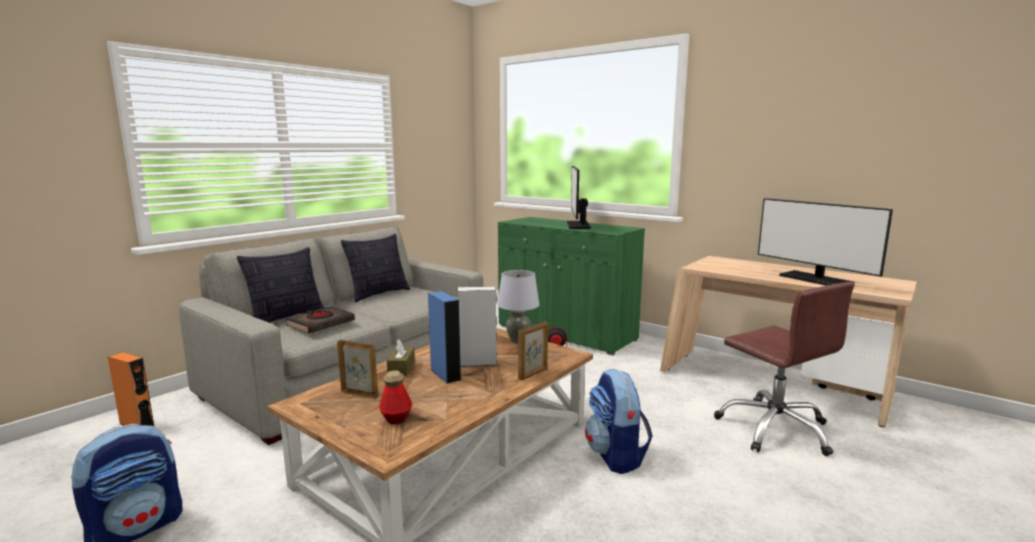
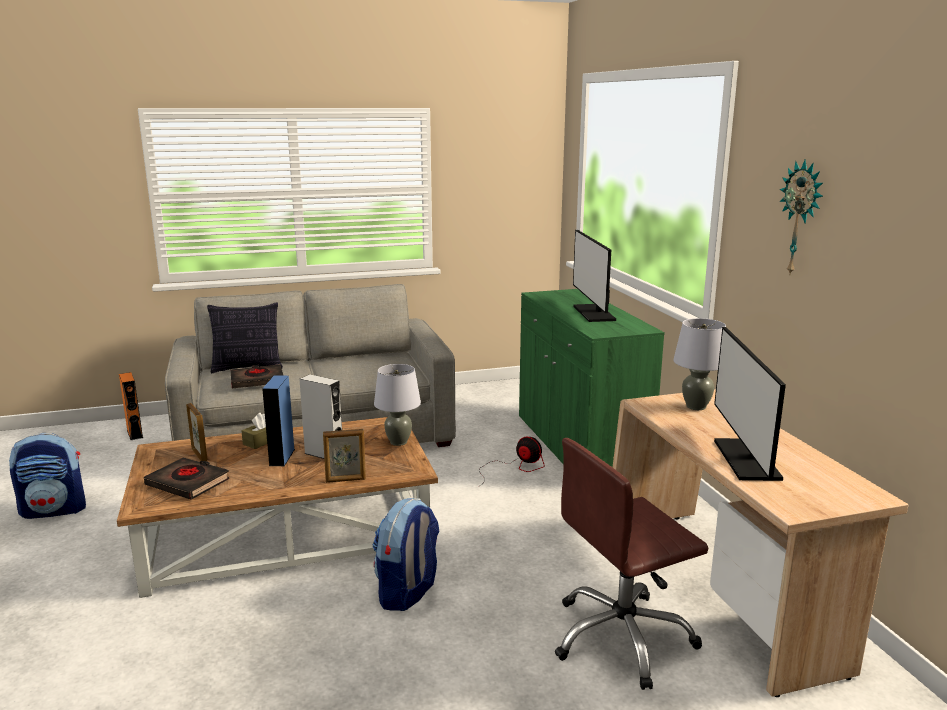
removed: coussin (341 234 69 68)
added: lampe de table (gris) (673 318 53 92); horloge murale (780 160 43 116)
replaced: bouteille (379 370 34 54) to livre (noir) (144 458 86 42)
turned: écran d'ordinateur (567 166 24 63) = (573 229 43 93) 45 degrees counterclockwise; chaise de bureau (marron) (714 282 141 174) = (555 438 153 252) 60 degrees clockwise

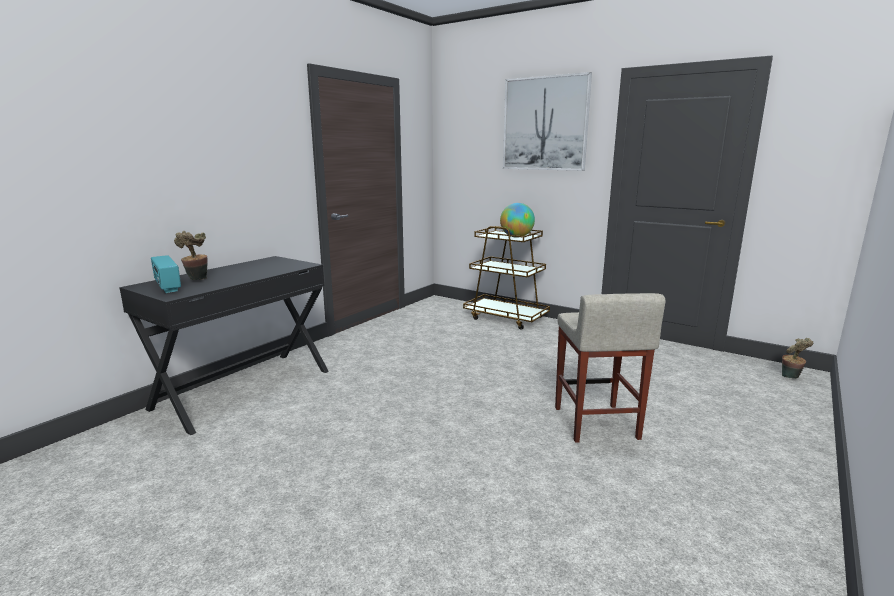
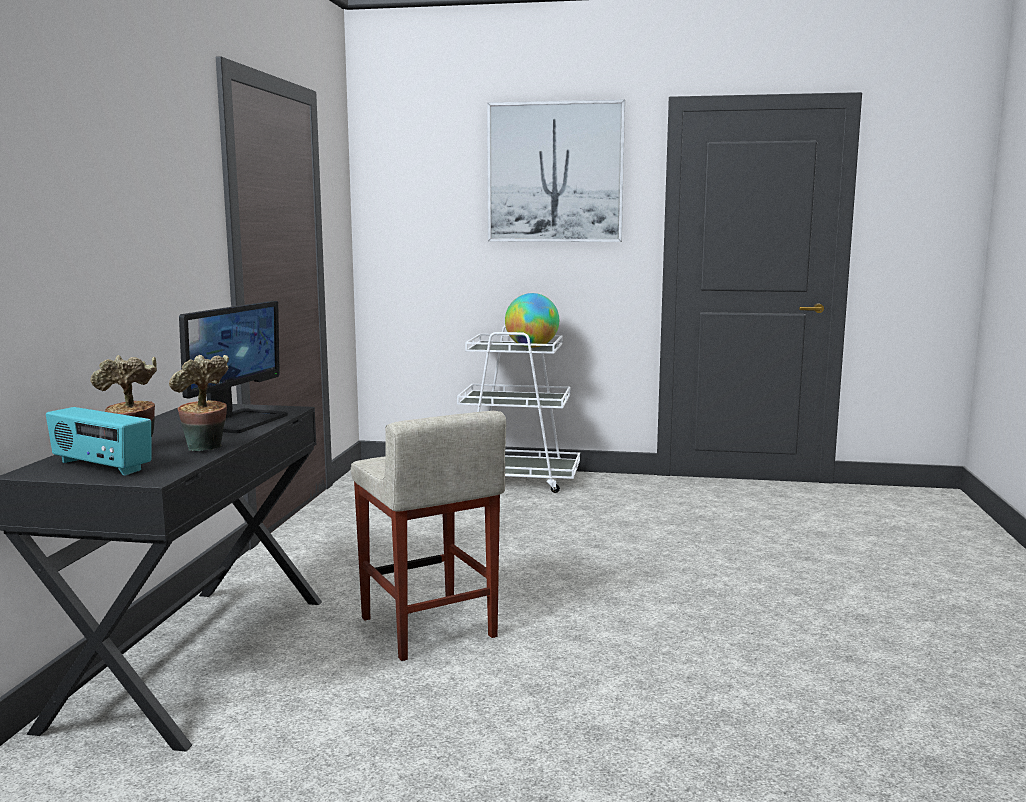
added: écran d'ordinateur (179 301 109 132)
moved: tabouret (beige) (555 293 111 150) to (351 411 155 250); plante en pot (782 338 31 40) to (169 355 60 96)
recoloured: chariot (marron) (463 226 87 104) to chariot (blanc) (457 325 123 168)

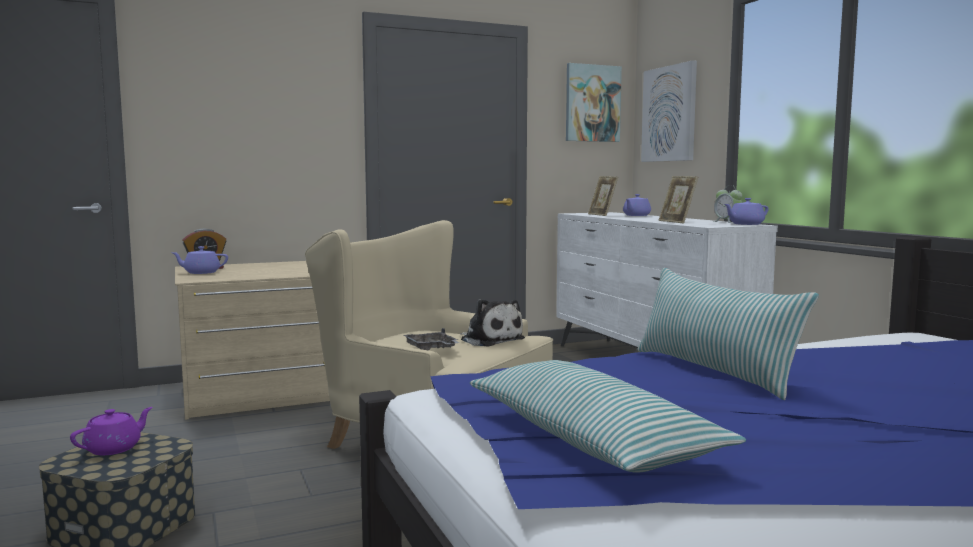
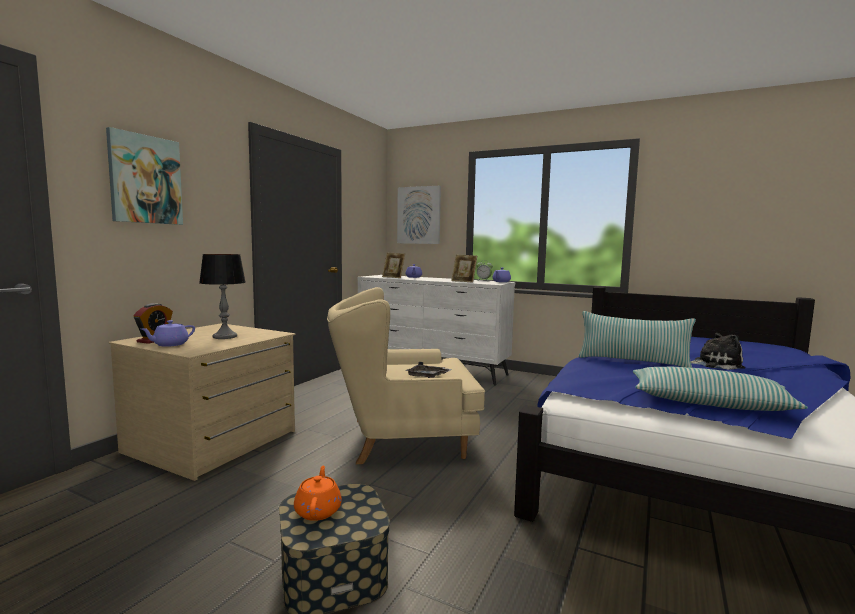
added: lampe de table (199 254 47 85)
moved: peluche (460 299 65 48) to (690 333 55 37); tableau (566 63 56 79) to (106 127 77 98)
recoloured: théière (violet) (70 407 83 48) to théière (orange) (294 465 48 56)

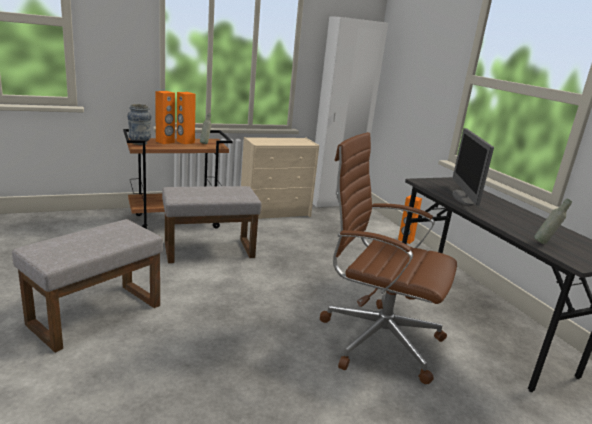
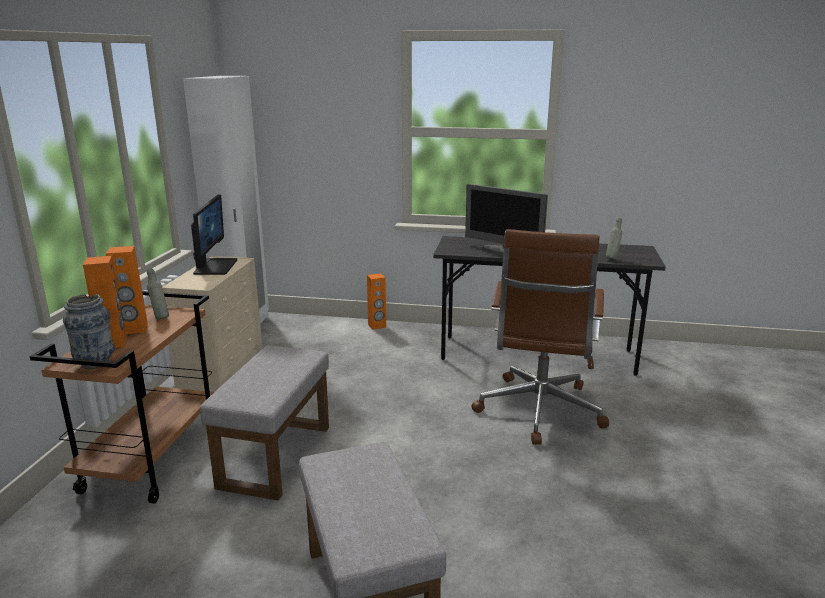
added: écran d'ordinateur (191 195 46 80)
turned: chaise de bureau (marron) (320 132 137 252) = (472 229 137 216) 45 degrees counterclockwise

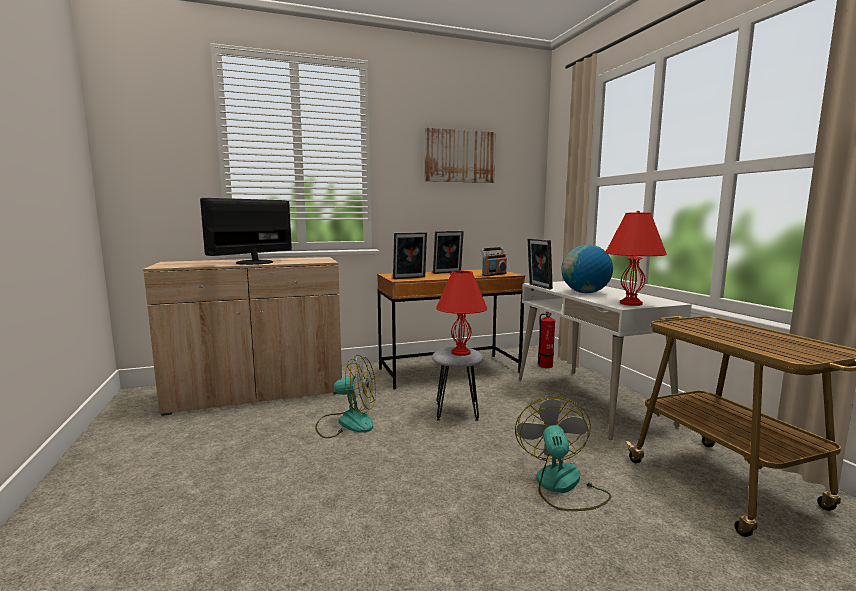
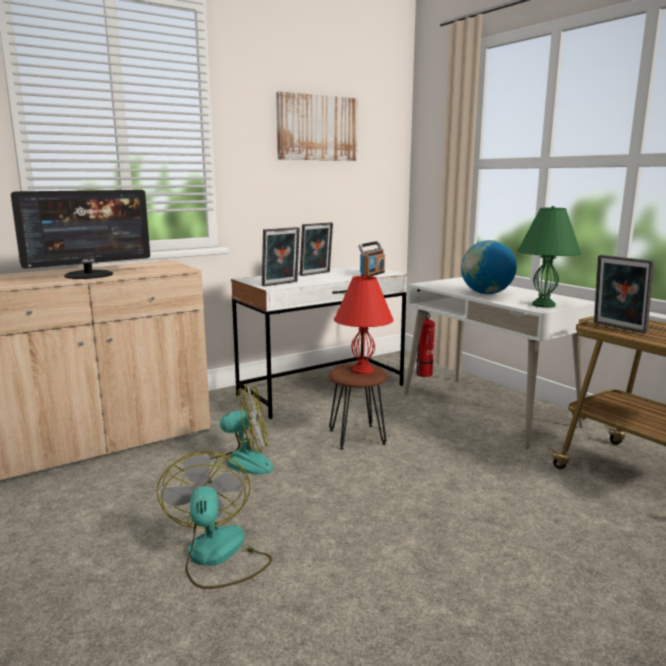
moved: ventilateur (515 397 97 114) to (157 451 115 138); cadre photo (528 238 25 51) to (594 255 60 78)
recoloured: bureau (marron) (377 269 148 121) to bureau (blanc) (231 266 176 153); tabouret (gris) (432 347 51 74) to tabouret (marron) (328 363 59 87); lampe de table (rouge) (605 211 62 95) to lampe de table (vert) (517 206 64 102)
turned: écran d'ordinateur (200 198 92 67) = (11 190 139 89) 150 degrees counterclockwise

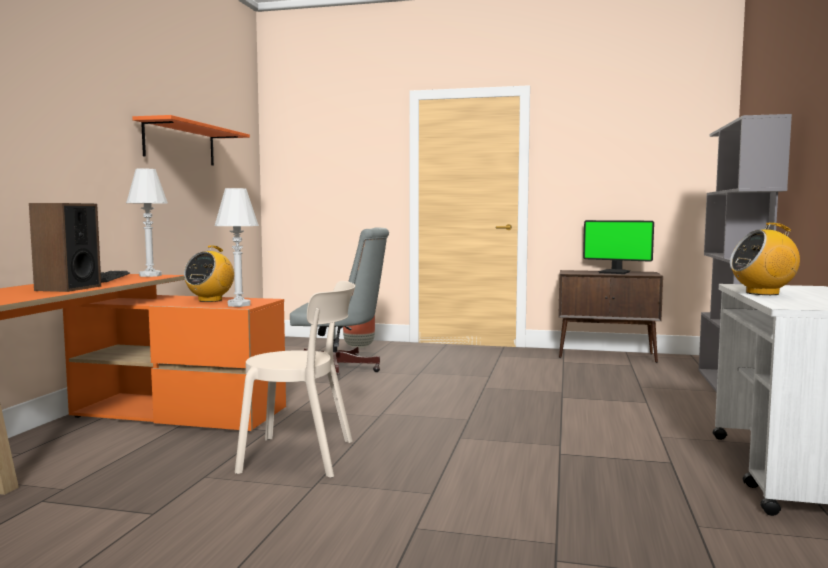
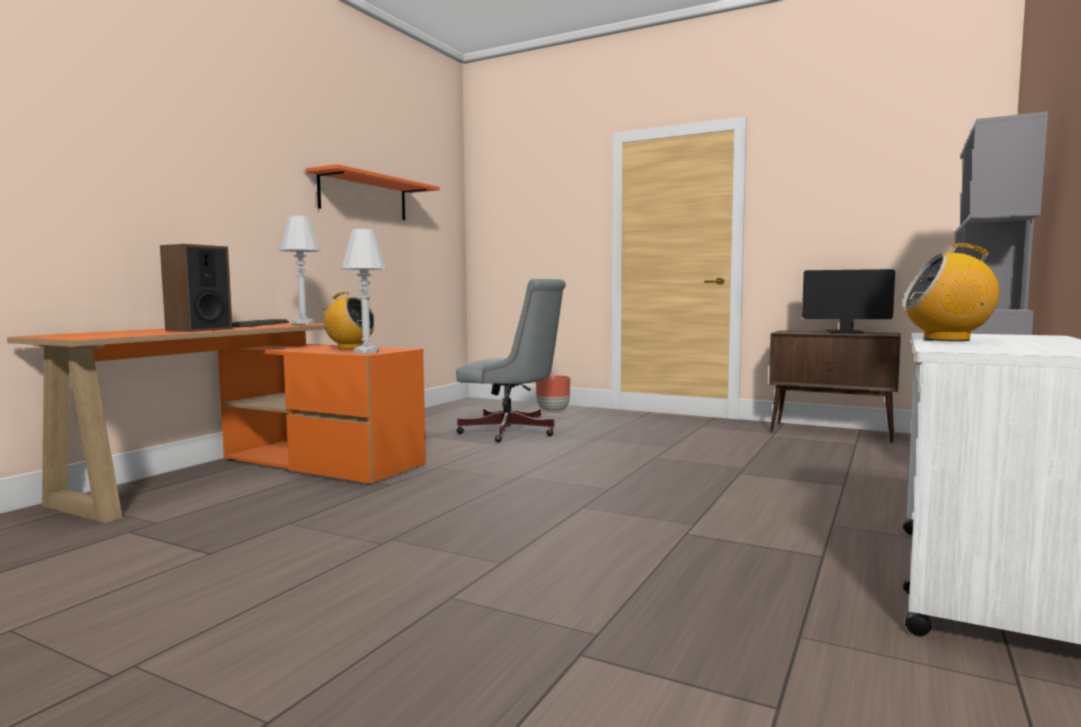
removed: chaise (beige) (235 281 120 197)
turned: radio (184 246 50 56) = (319 292 56 58) 105 degrees counterclockwise; écran d'ordinateur (583 220 71 54) = (802 269 93 65) 150 degrees clockwise

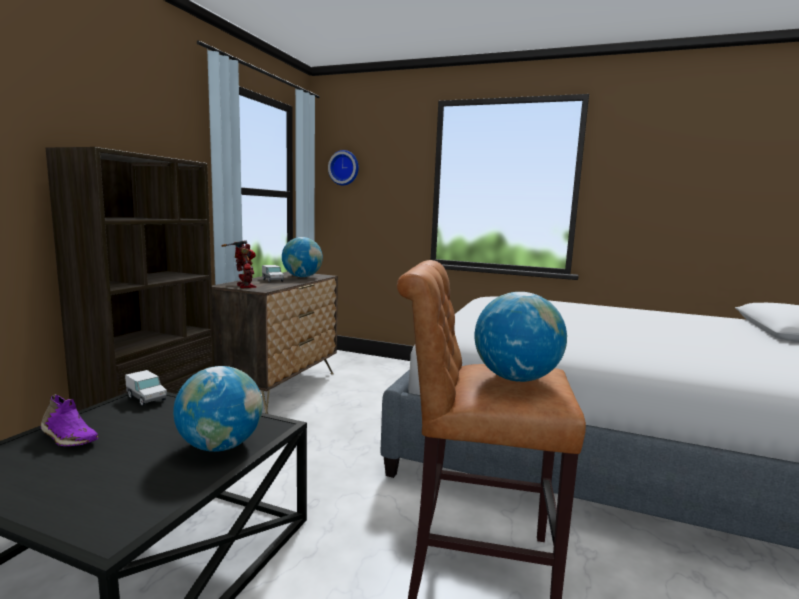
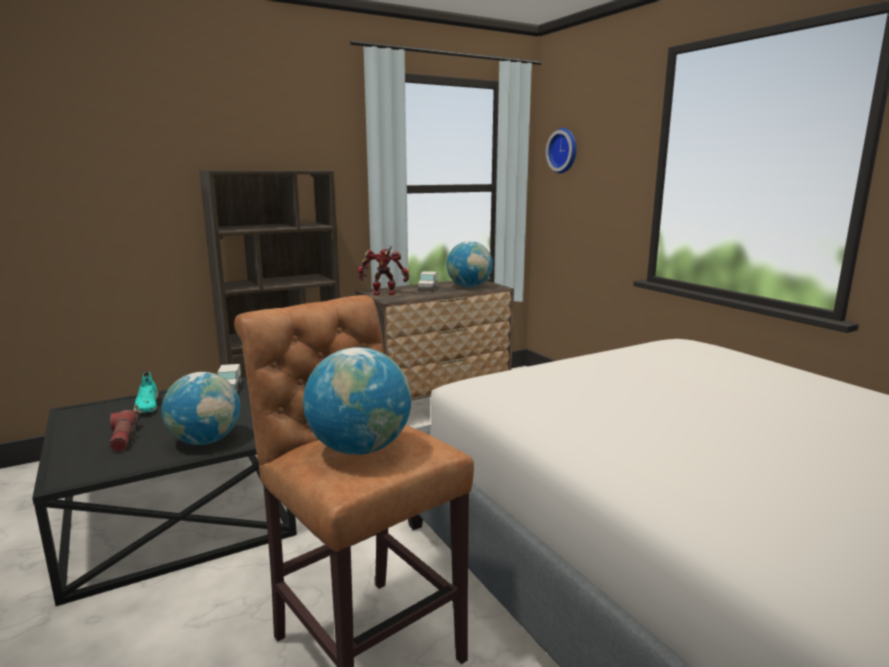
added: lampe de poche (110 409 30 43)
recoloured: chaussure (violet) (40 394 58 52) to chaussure (turquoise) (133 371 26 42)
turned: robot jouet (222 240 34 48) = (357 245 52 50) 105 degrees counterclockwise

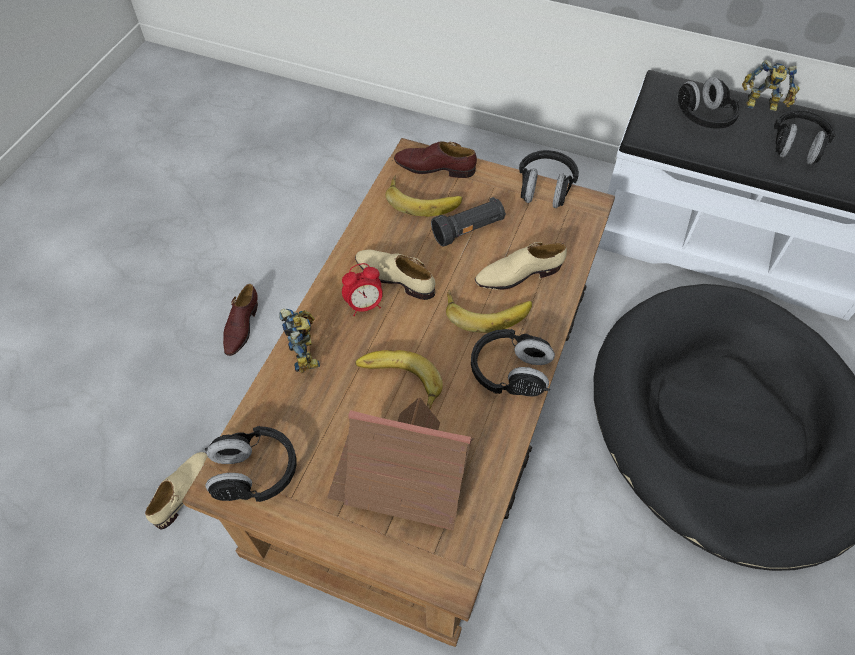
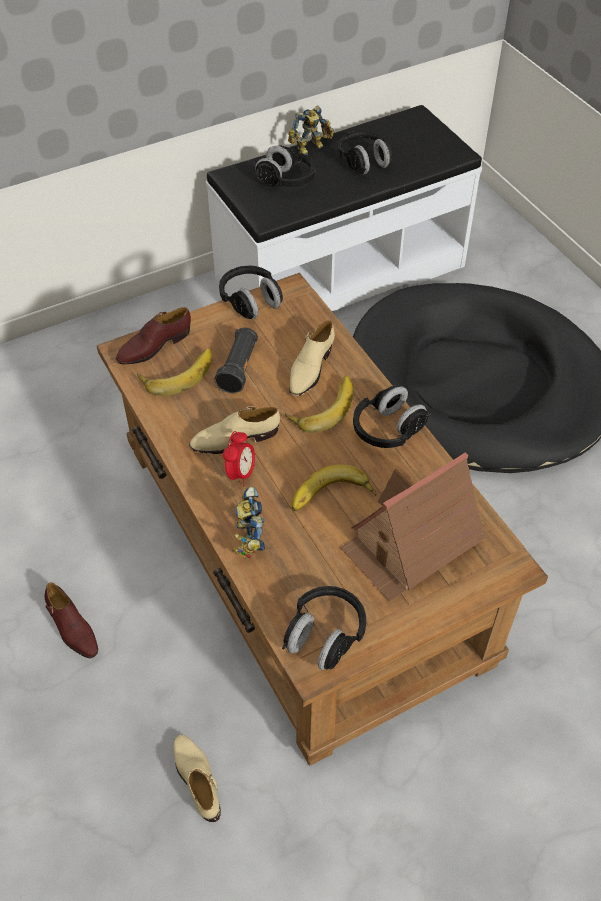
turned: robot jouet (279 309 41 64) = (233 486 32 73) 120 degrees counterclockwise

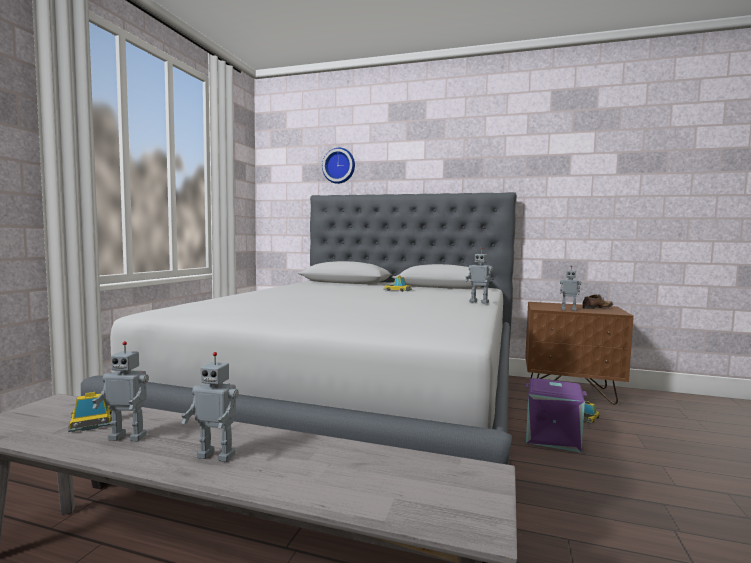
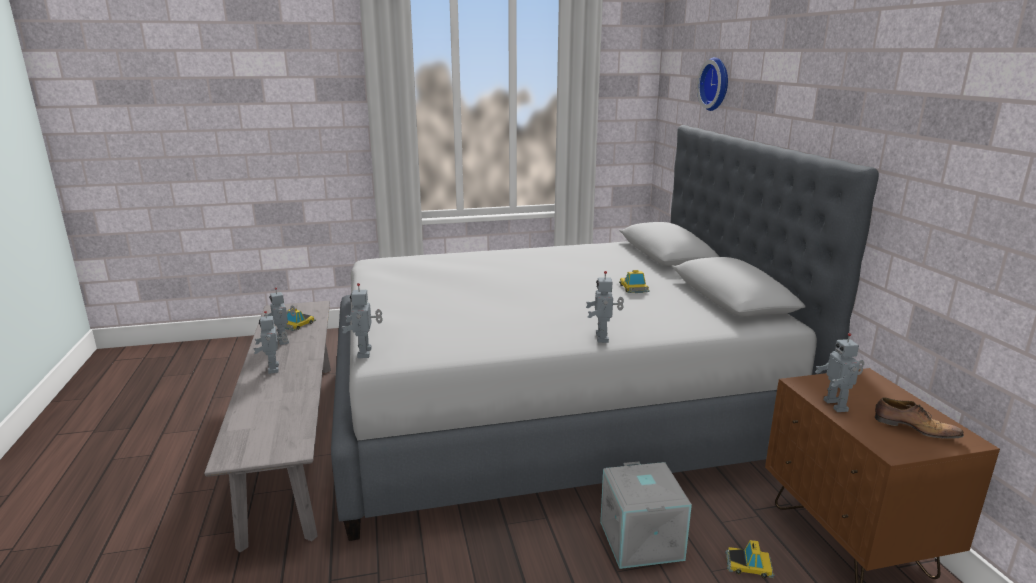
added: robot jouet (342 283 41 75)
recoloured: boîte de rangement (violet) (526 378 61 75) to boîte de rangement (gris) (600 462 92 107)

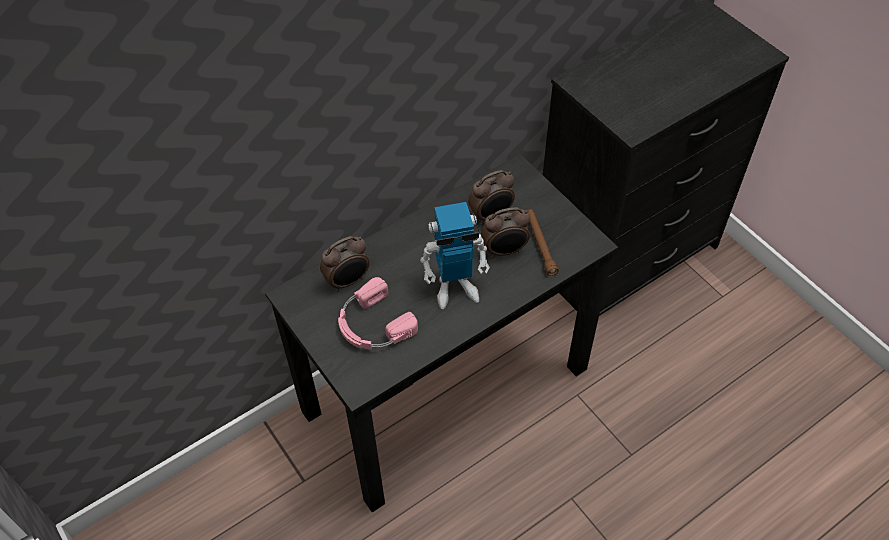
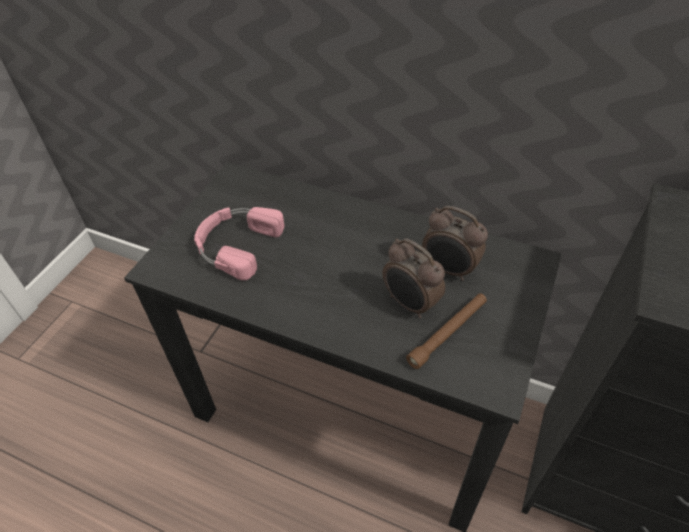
removed: réveil (320 236 49 56); robot jouet (420 202 70 107)

